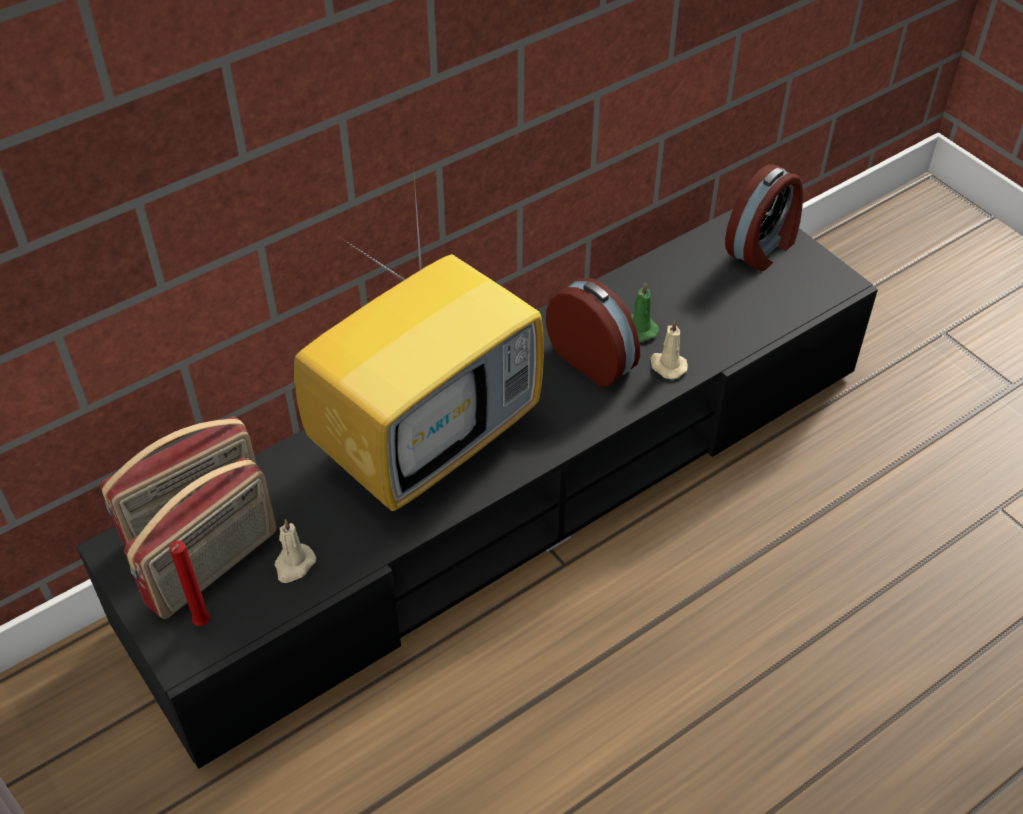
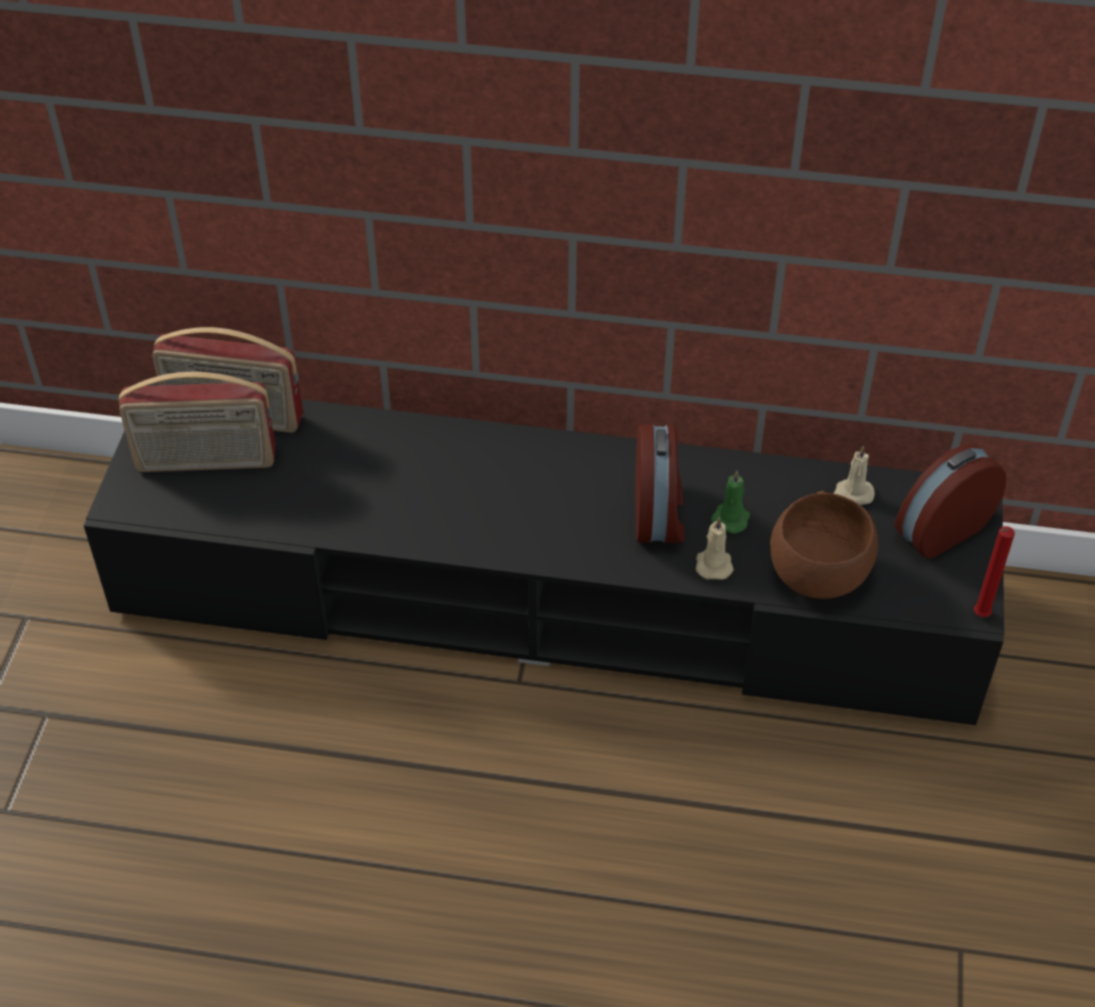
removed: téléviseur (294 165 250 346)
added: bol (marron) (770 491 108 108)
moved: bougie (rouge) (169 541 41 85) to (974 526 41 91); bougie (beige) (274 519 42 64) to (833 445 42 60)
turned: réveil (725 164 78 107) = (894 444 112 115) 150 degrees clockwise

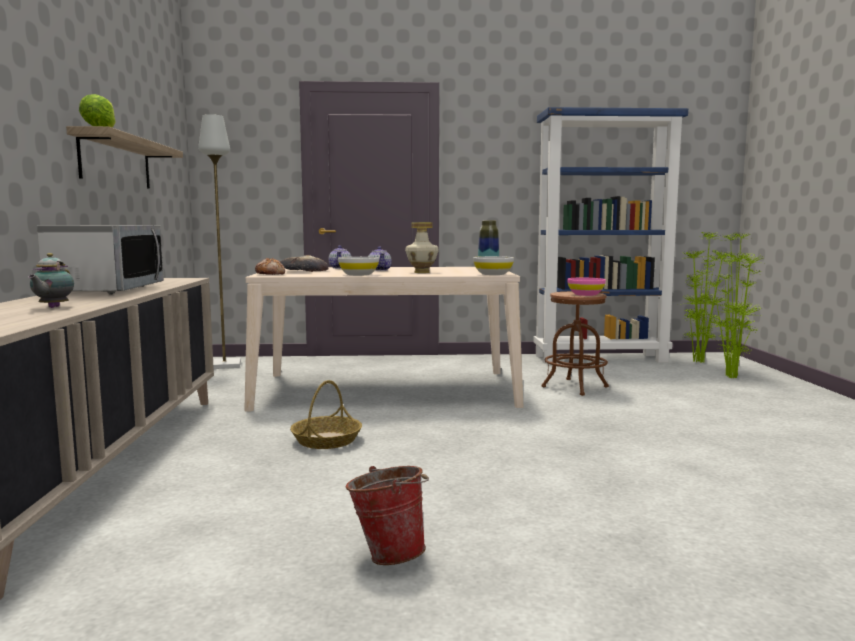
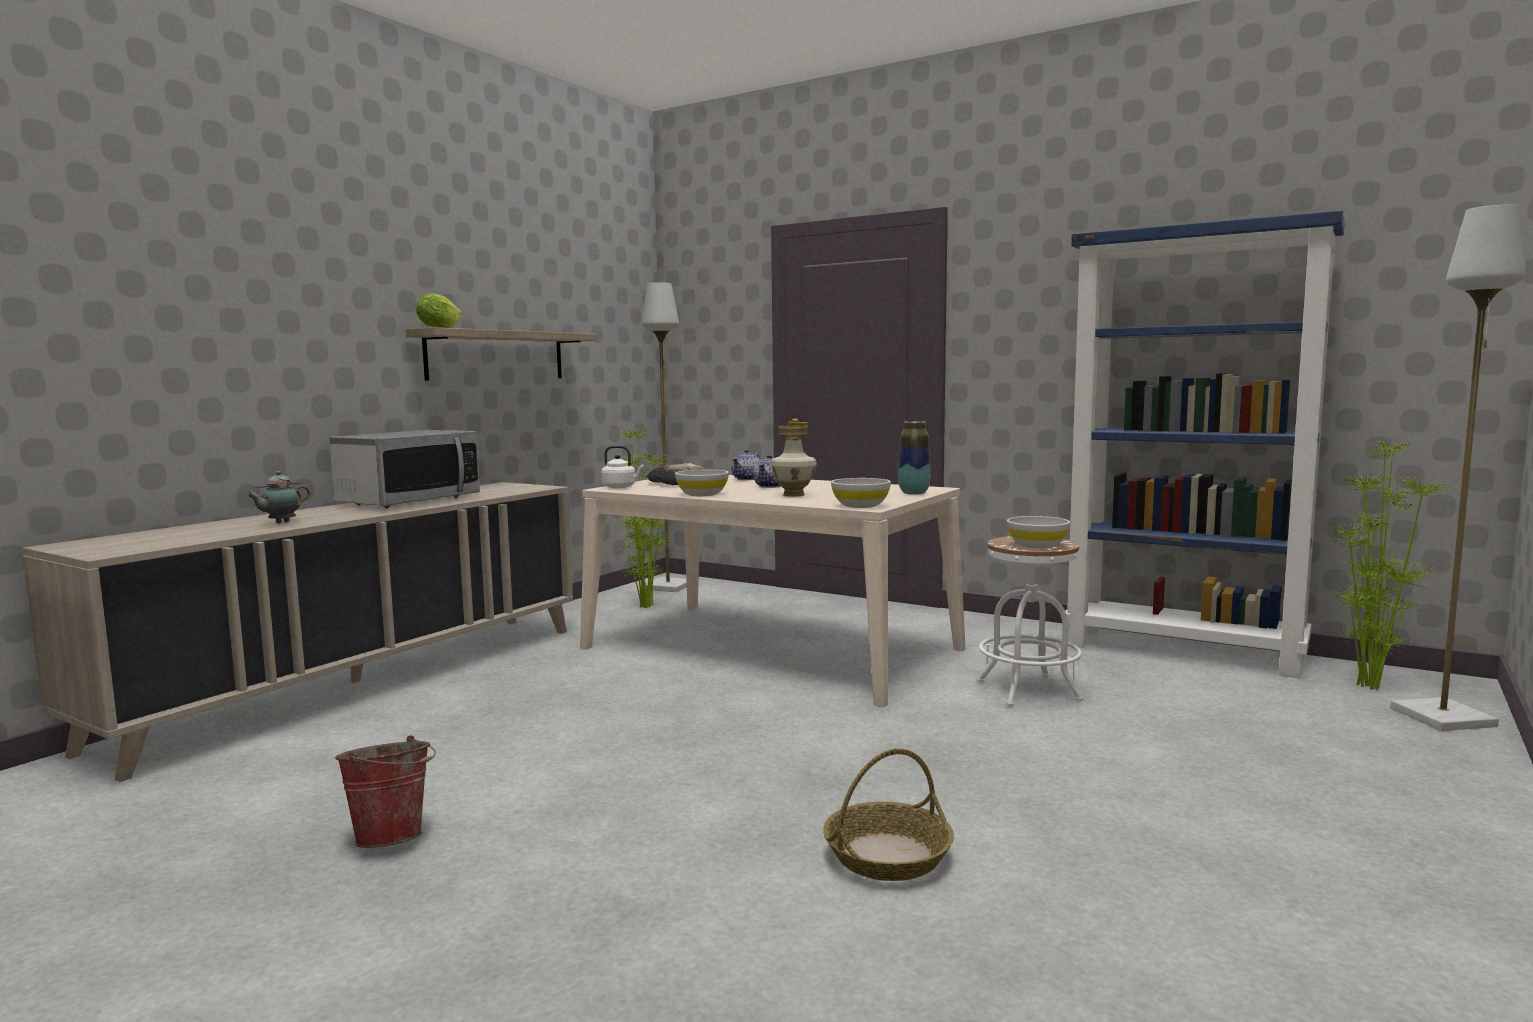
added: lampadaire (gris) (1390 204 136 527)
moved: panier (290 380 72 69) to (823 748 131 133); plante en pot (705 232 58 146) to (613 428 58 180)
replaced: pain (255 258 30 17) to bouilloire (blanc) (601 446 43 42)
recoloured: tabouret (marron) (541 292 68 104) to tabouret (blanc) (977 536 106 171); bol (rose) (567 278 39 18) to bol (blanc) (1007 516 63 33)

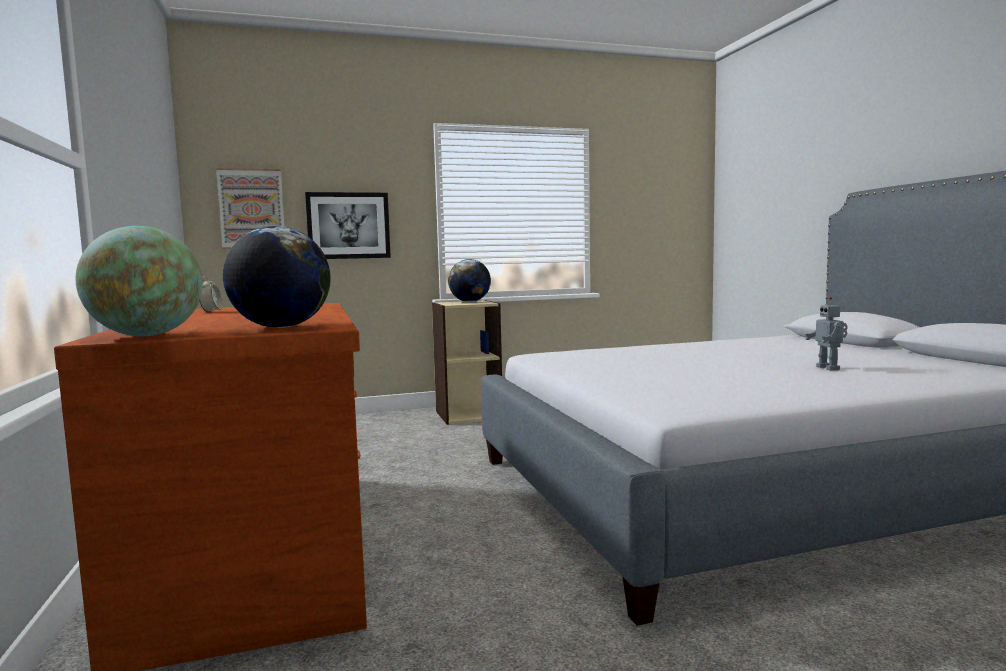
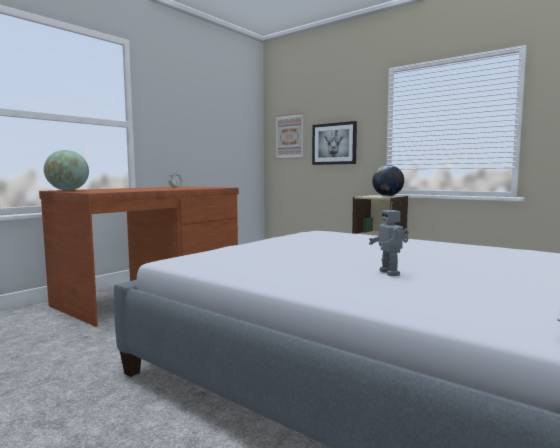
removed: globe (223 226 108 102)
turned: robot jouet (805 297 43 73) = (369 202 40 74) 60 degrees counterclockwise

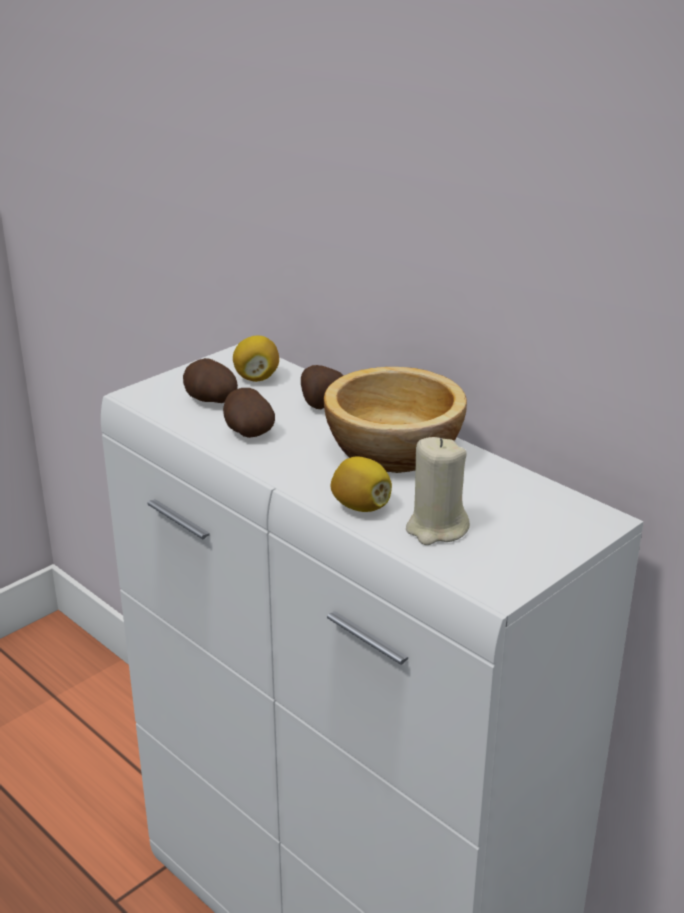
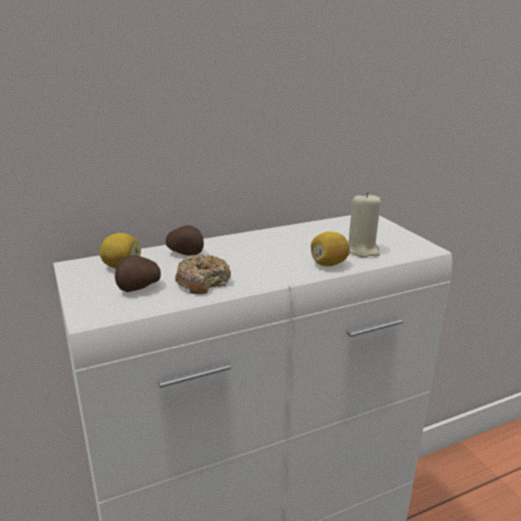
removed: bol (324 367 143 106)
replaced: pomme de terre (223 388 52 50) to beignet (175 254 56 40)

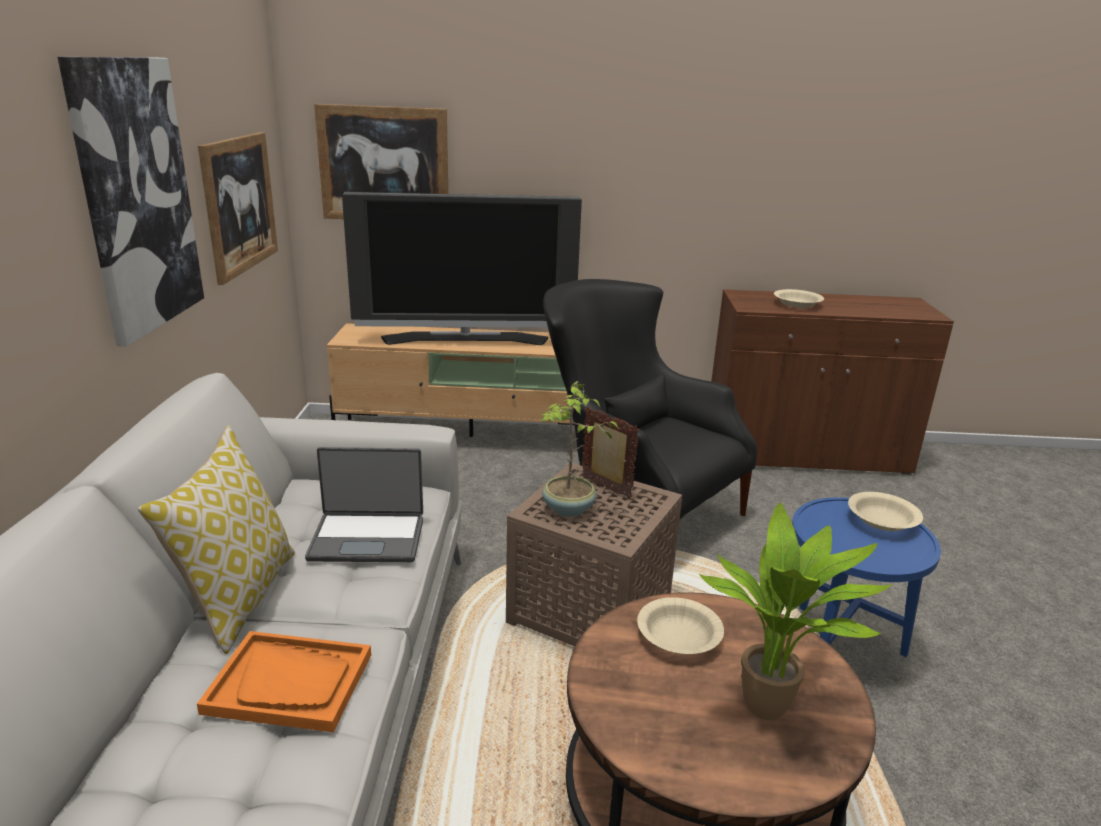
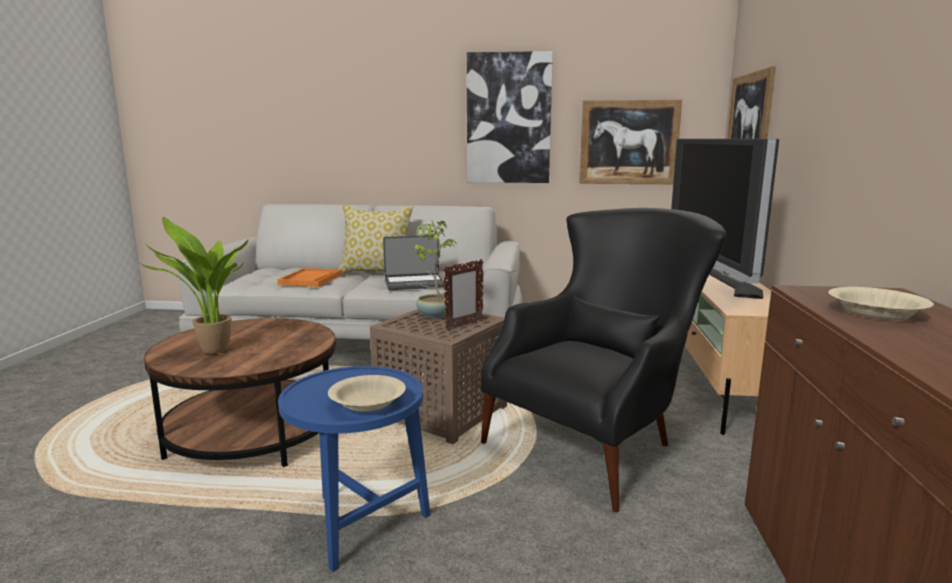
removed: bol (beige) (637 597 87 57)
turned: ordinateur portable (305 447 118 115) = (383 235 61 55) 105 degrees counterclockwise

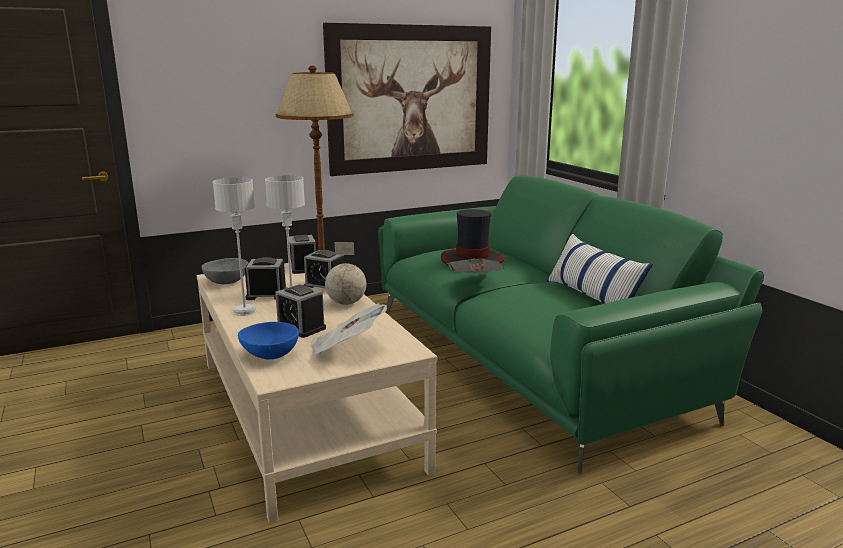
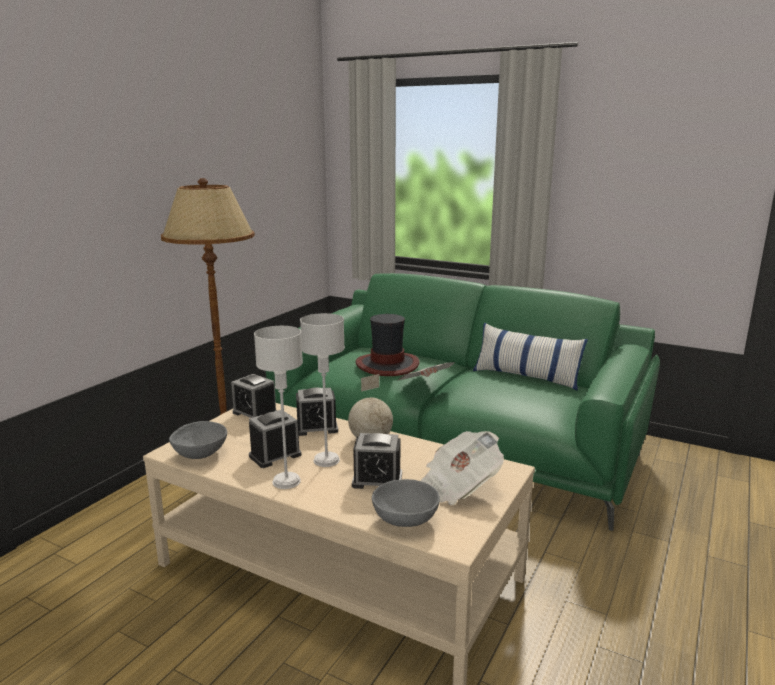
removed: tableau (323 23 168 153)
recoloured: bol (bleu) (238 322 61 37) to bol (gris) (372 479 68 48)

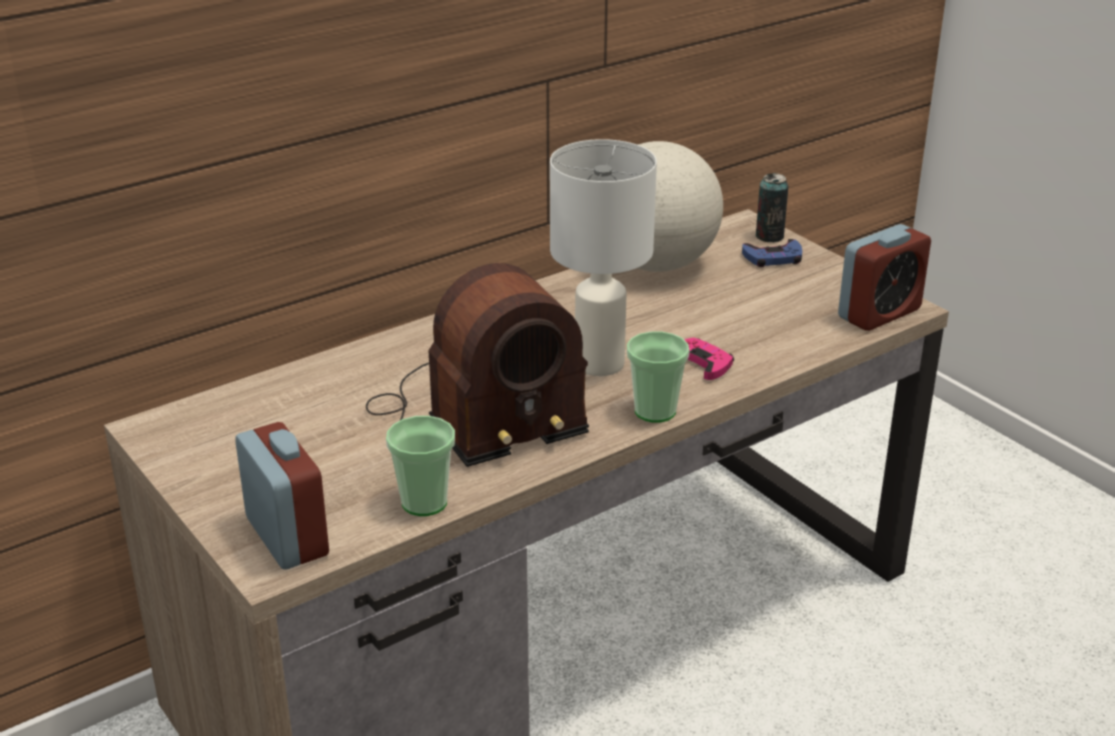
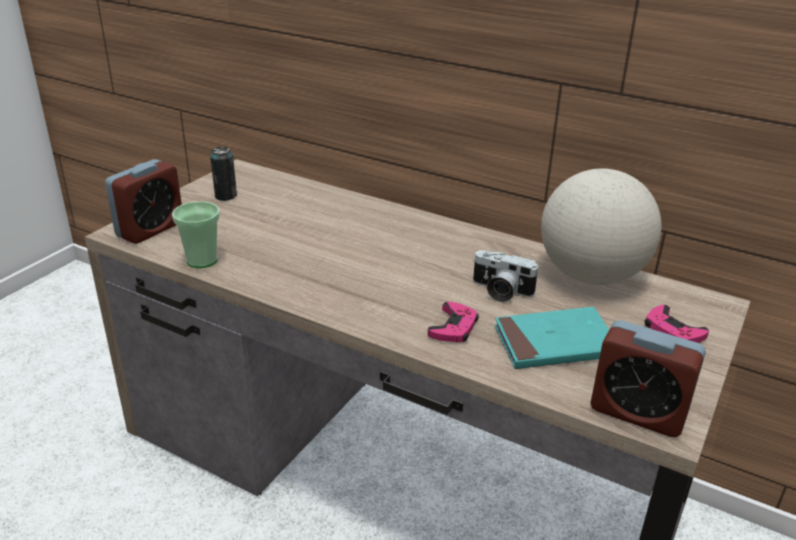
removed: radio (366 263 223 204); lampe de table (blanc) (550 139 107 237); tasse (627 331 62 92)
added: appareil photo (473 250 66 52); livre (turquoise) (495 307 114 62)
moved: boîte métallique (755 173 33 69) to (210 147 27 54)
recoloured: manette (bleu) (742 239 60 28) to manette (rose) (644 305 65 38)

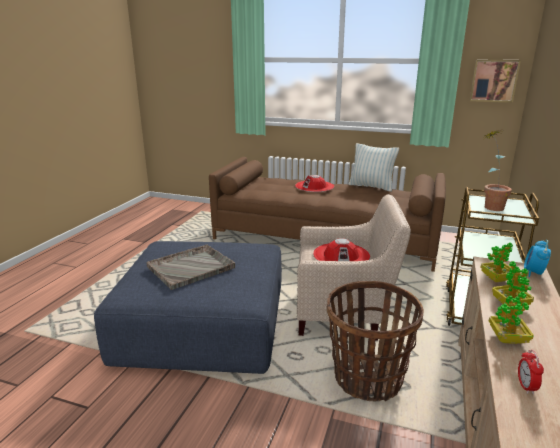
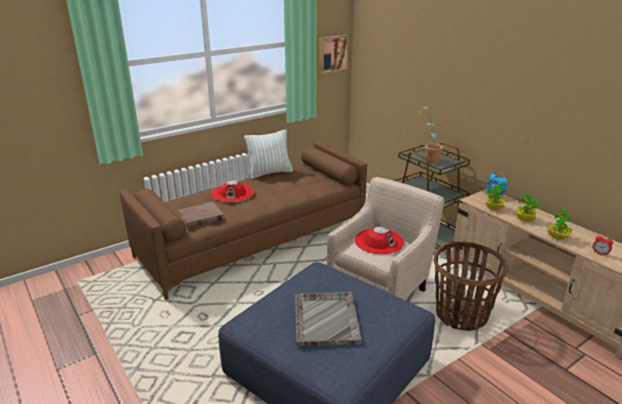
added: livre (marron) (178 202 46 26)

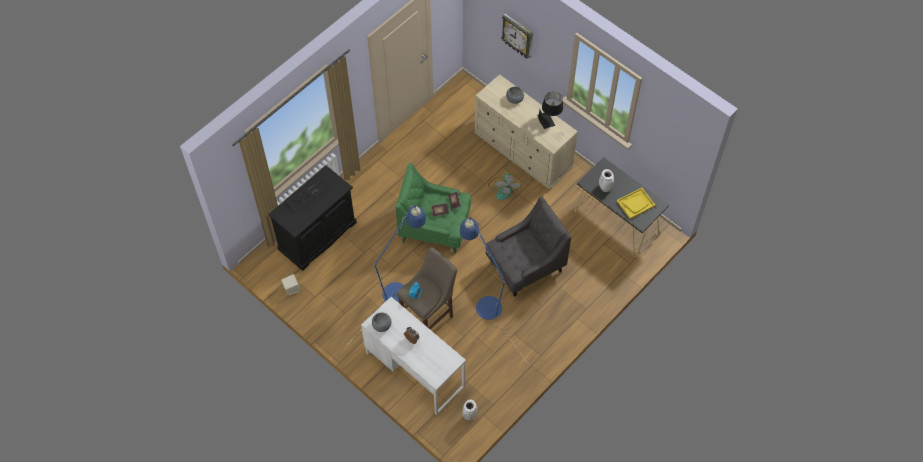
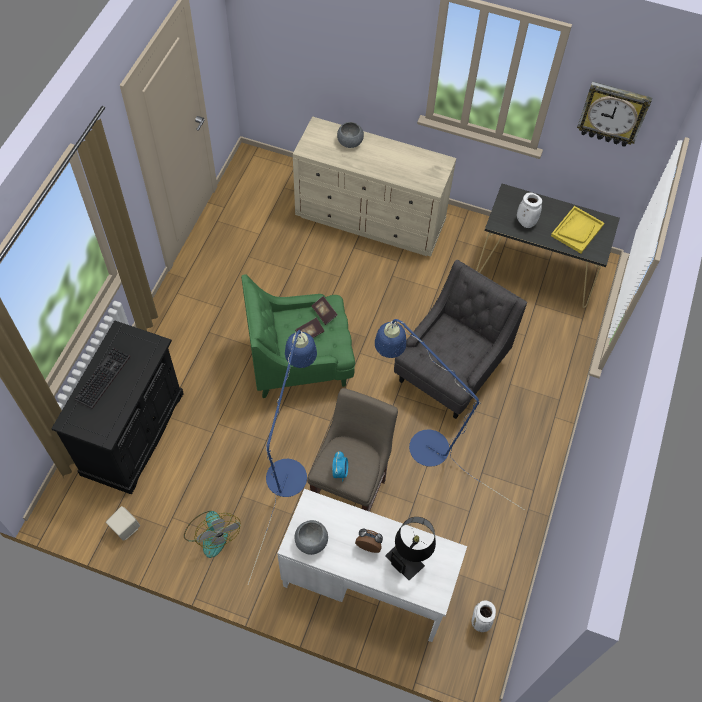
moved: ventilateur (488 173 34 27) to (184 511 57 47); horloge murale (501 13 32 45) to (577 82 75 65); lampe de table (noir) (538 92 25 37) to (385 517 51 63)

